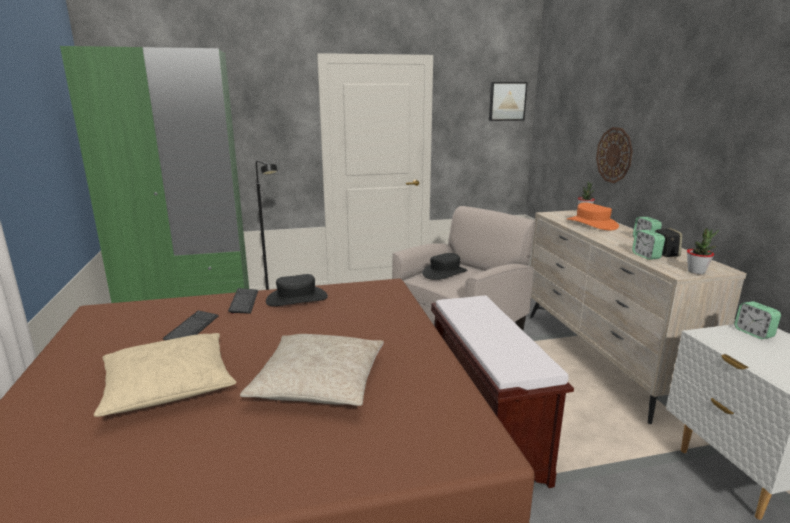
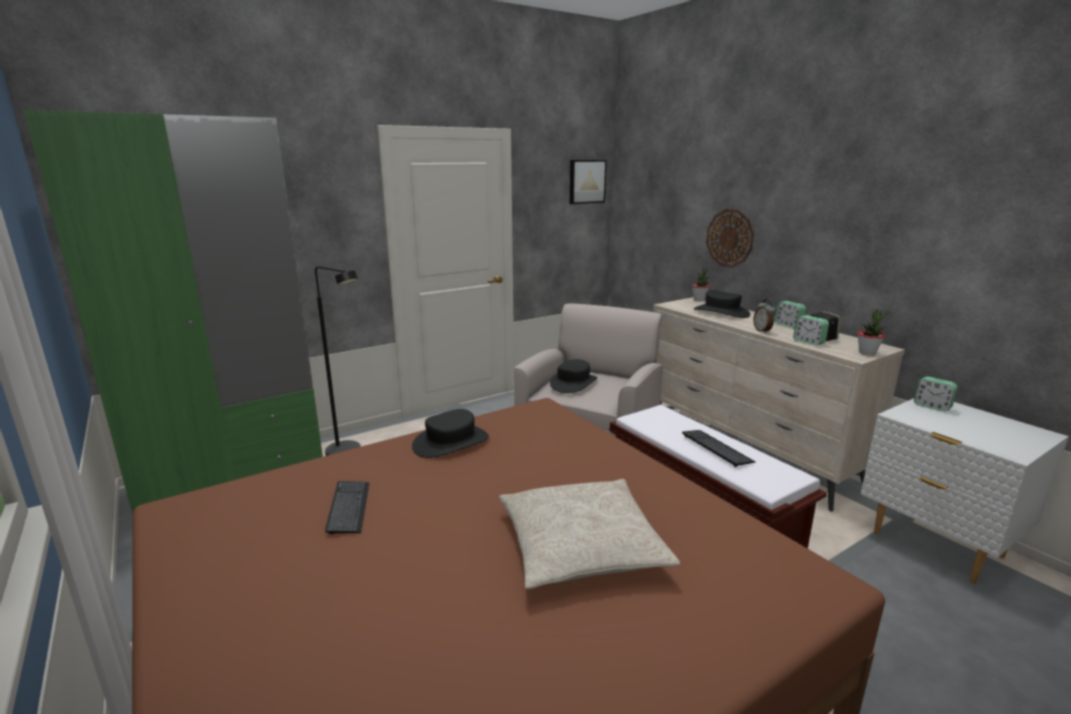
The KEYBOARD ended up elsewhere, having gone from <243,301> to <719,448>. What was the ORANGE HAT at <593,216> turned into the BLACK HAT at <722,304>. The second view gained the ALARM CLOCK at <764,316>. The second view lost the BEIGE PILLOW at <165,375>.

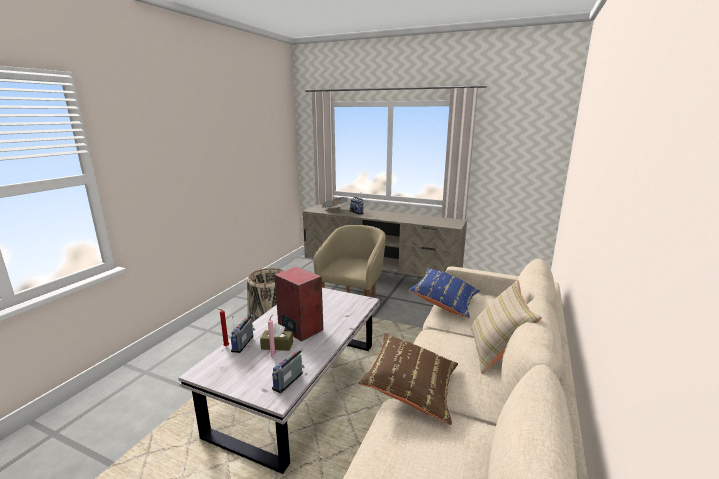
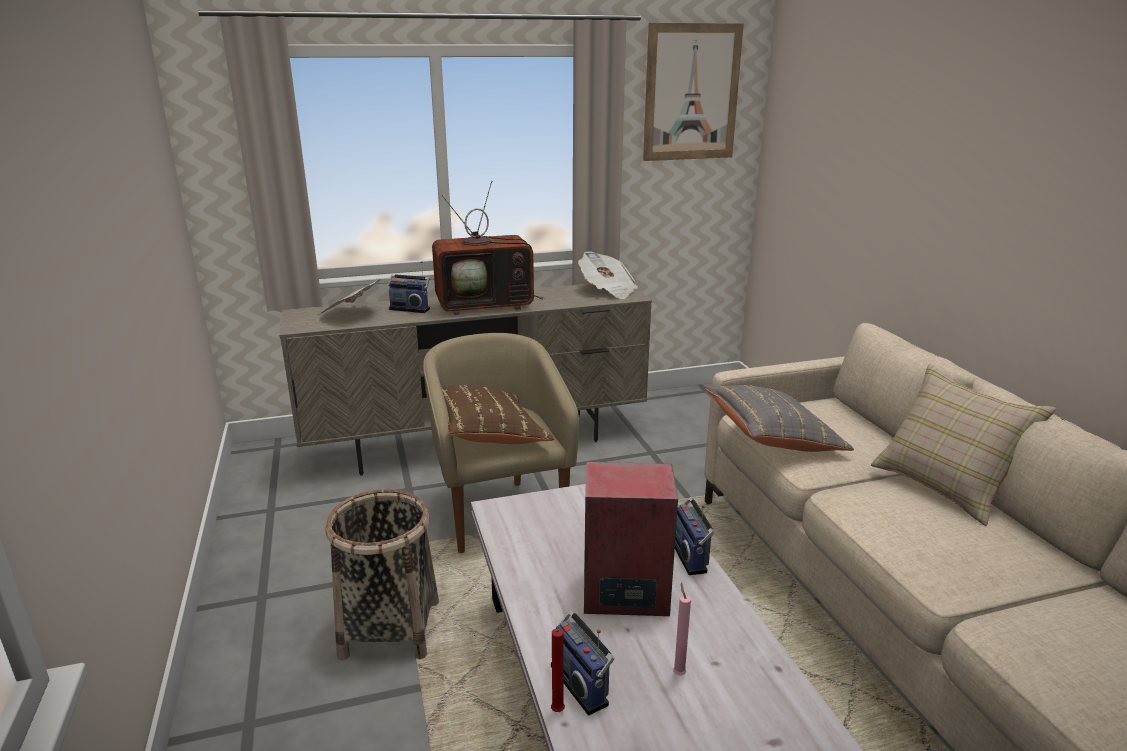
The BROWN PILLOW ended up elsewhere, having gone from <408,379> to <489,414>. The second view gained the TELEVISION at <488,248>. The second view gained the NEWSPAPER at <608,275>. The second view gained the PICTURE at <693,92>. The RADIO ended up elsewhere, having gone from <288,371> to <694,536>. What was the BLUE PILLOW at <444,293> turned into the GREY PILLOW at <779,418>. The second view lost the BROWN TISSUE BOX at <276,337>.

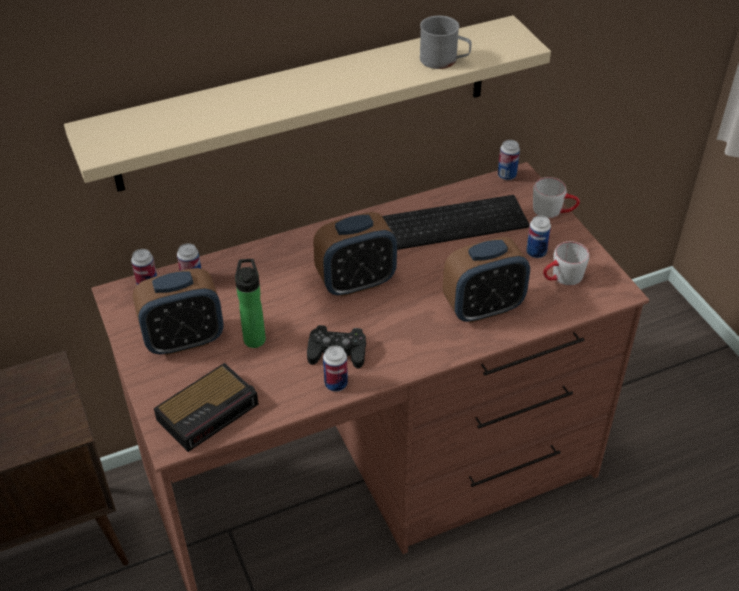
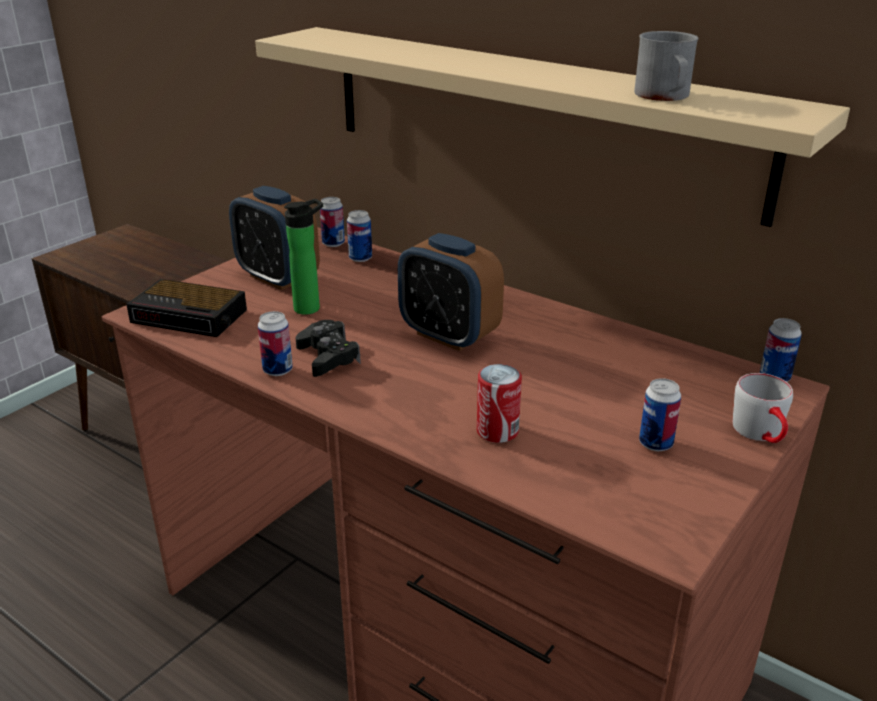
Where the ALARM CLOCK stood at <486,280>, the CAN came to stand at <499,403>. The second view lost the KEYBOARD at <455,222>. The second view lost the GREY MUG at <566,263>.

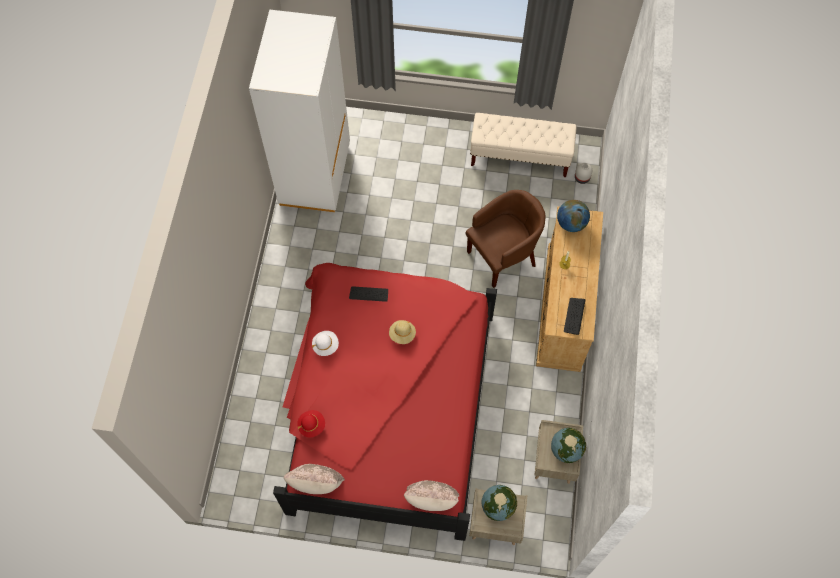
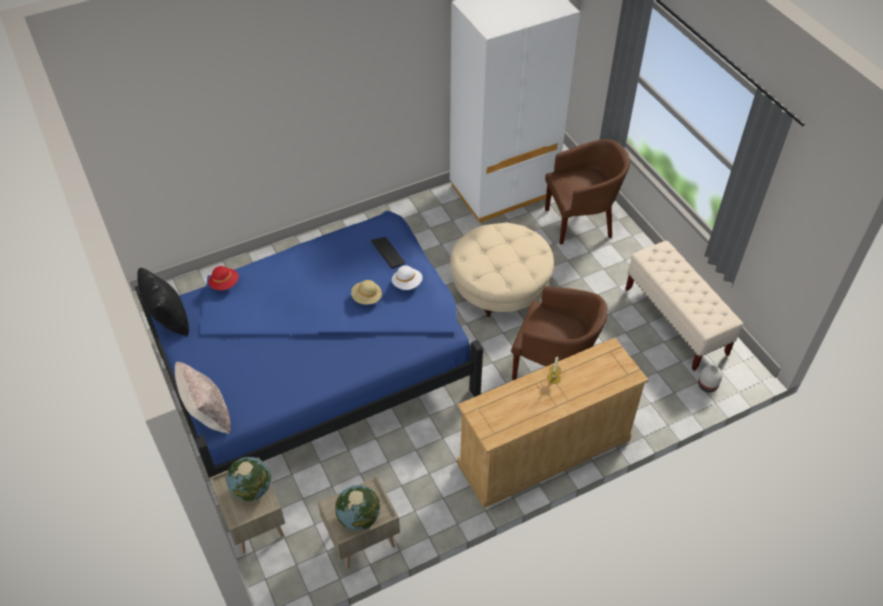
What was the RED BED at <385,402> turned into the BLUE BED at <309,358>. What was the BEIGE PILLOW at <314,479> turned into the BLACK PILLOW at <163,302>. The WHITE HAT ended up elsewhere, having gone from <325,343> to <407,277>. The second view gained the BEIGE OTTOMAN at <502,271>. The second view gained the BROWN ARMCHAIR at <587,192>. The second view lost the GLOBE at <573,216>. The second view lost the KEYBOARD at <574,316>.

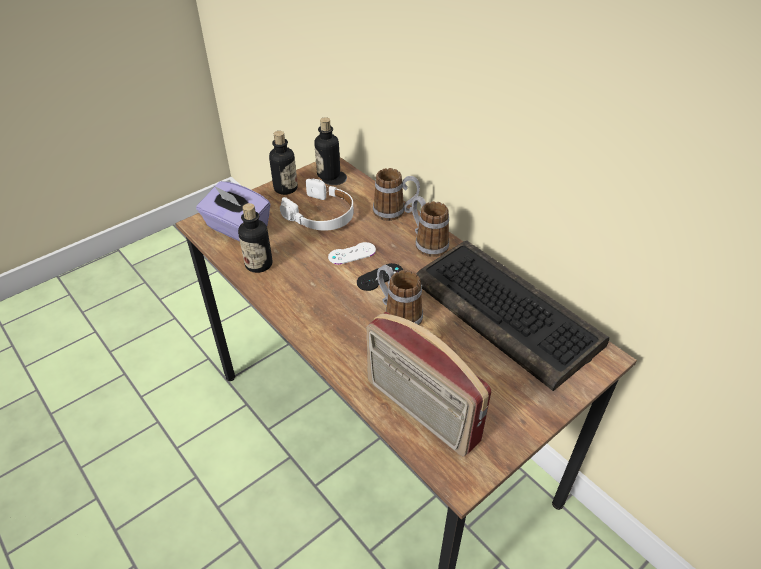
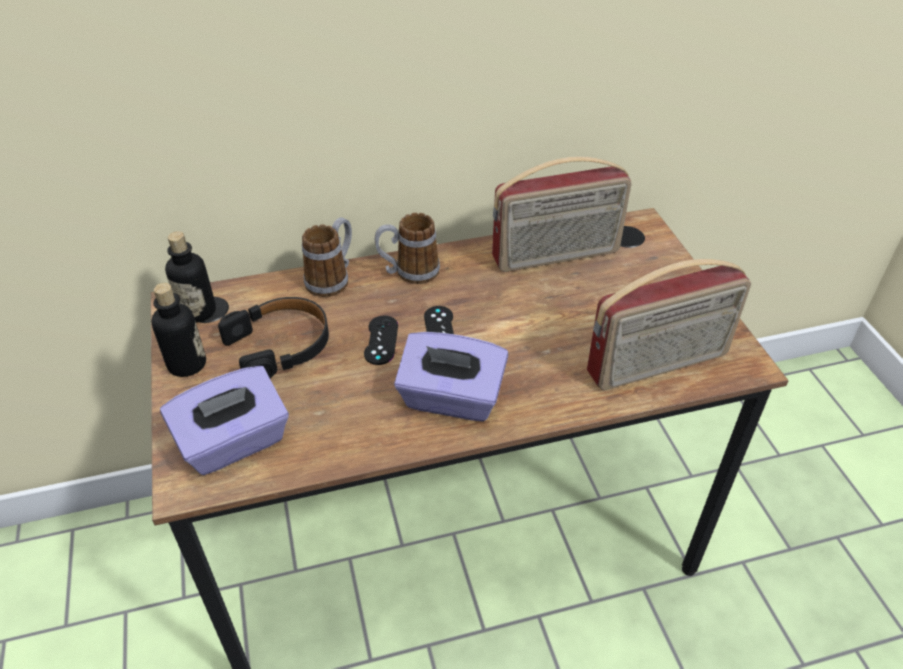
What was the WHITE HEADPHONES at <317,205> turned into the BLACK HEADPHONES at <273,337>. What was the WHITE GAME CONTROLLER at <352,253> turned into the BLACK GAME CONTROLLER at <381,340>. The second view gained the PURPLE TISSUE BOX at <451,376>. Where the KEYBOARD stood at <512,316>, the RADIO came to stand at <562,214>. The second view lost the BOTTLE at <255,238>. The second view lost the MUG at <400,297>.

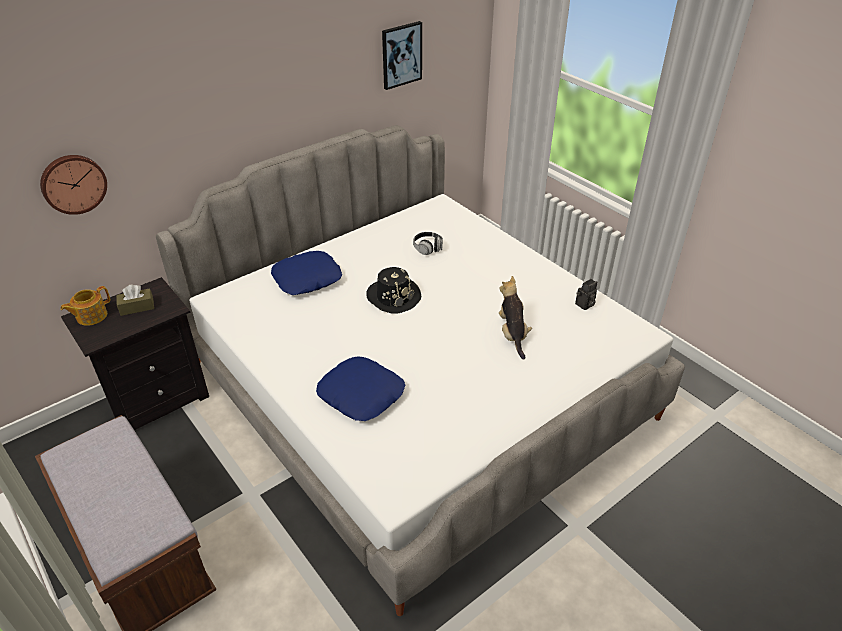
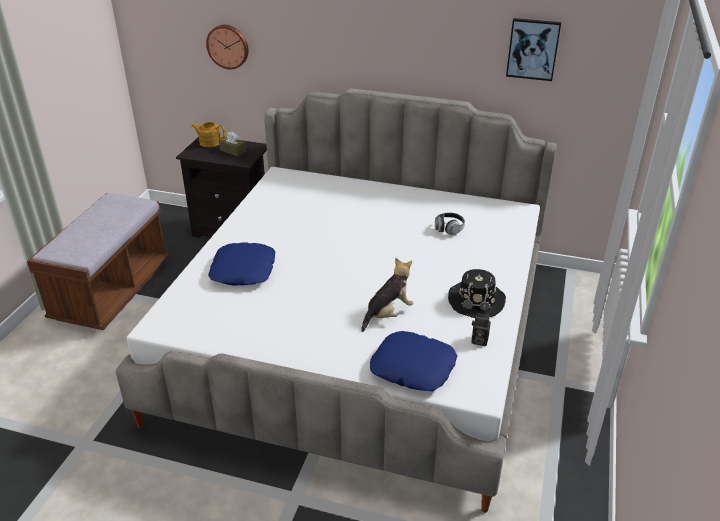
The BLUE PILLOW ended up elsewhere, having gone from <306,273> to <413,361>. The BLACK HAT ended up elsewhere, having gone from <393,290> to <477,293>.

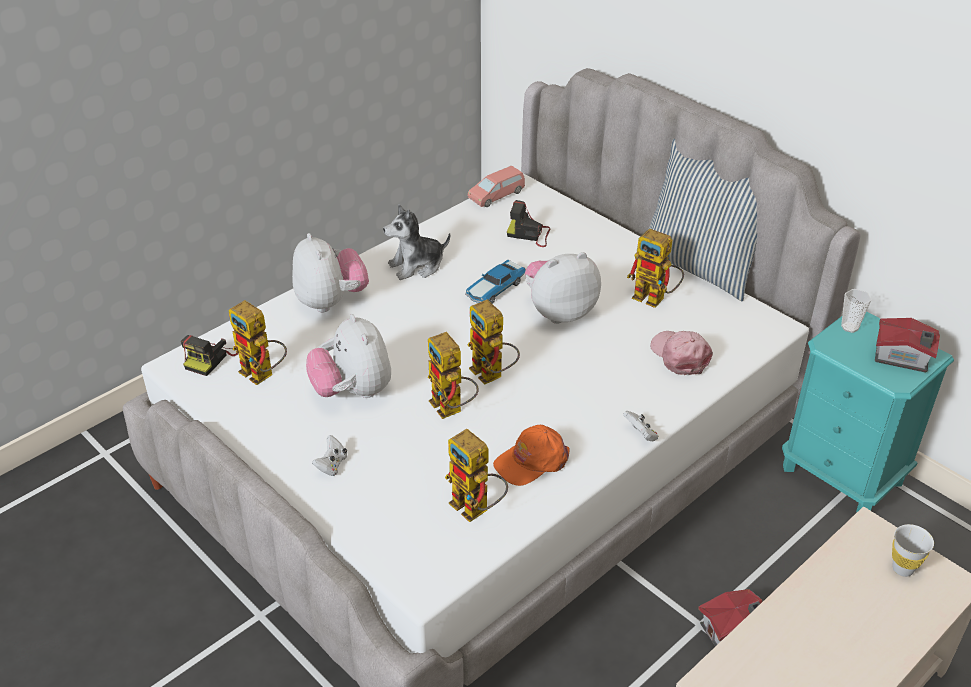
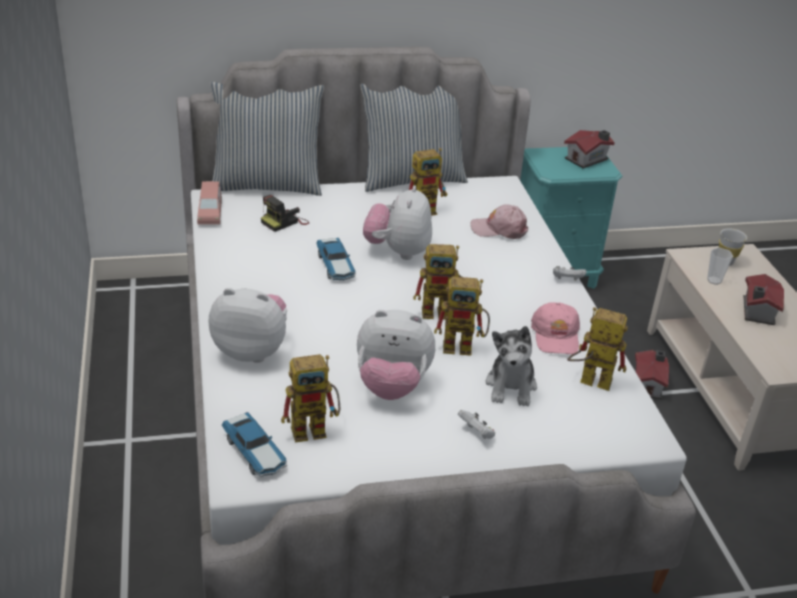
The second view gained the PILLOW at <267,139>. Where the PHOTO CAMERA stood at <210,355>, the TOY CAR came to stand at <254,444>. The PLUSH TOY ended up elsewhere, having gone from <416,242> to <511,366>. What was the ORANGE CAP at <531,455> turned into the PINK CAP at <555,328>. The TOY ROBOT at <476,475> ended up facing another way, 150 degrees counterclockwise from before. The CUP ended up elsewhere, having gone from <856,311> to <720,266>. The second view gained the TOY HOUSE at <763,299>.

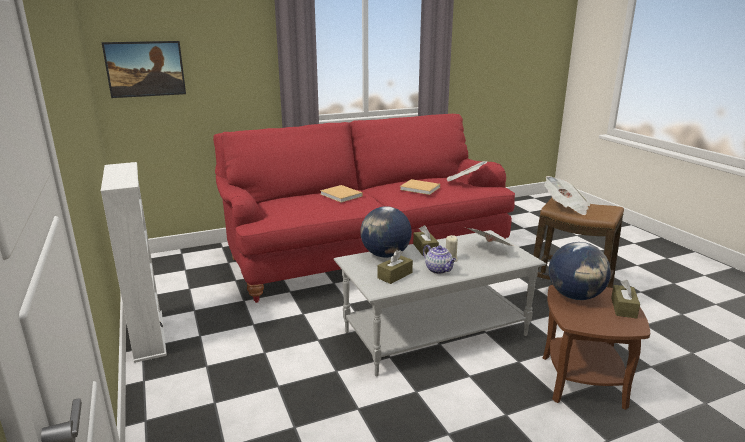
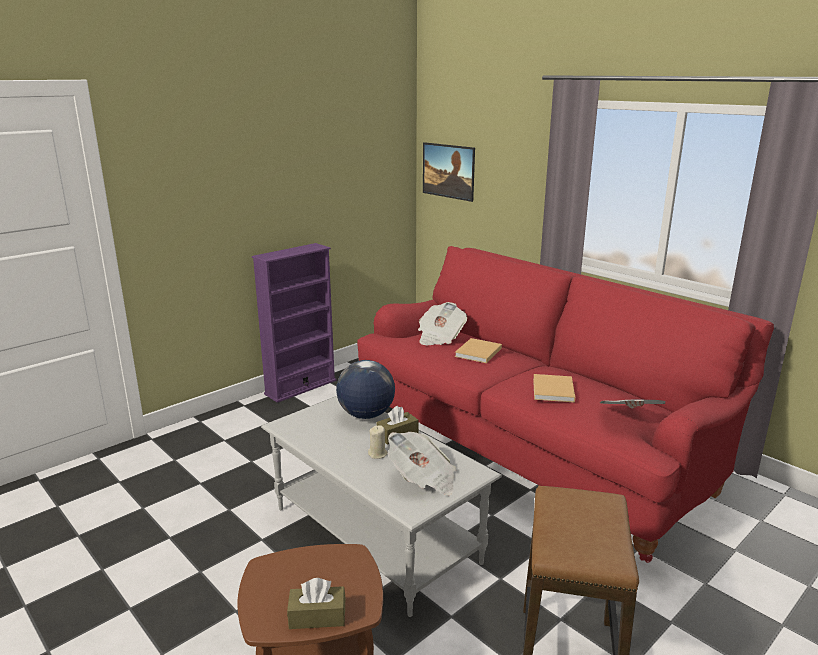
What was the WHITE BOOKCASE at <134,262> turned into the PURPLE BOOKCASE at <294,323>. The NEWSPAPER ended up elsewhere, having gone from <567,195> to <442,323>. The second view lost the BROWN TISSUE BOX at <395,267>. The second view lost the TEAPOT at <440,259>. The second view lost the GLOBE at <580,271>.

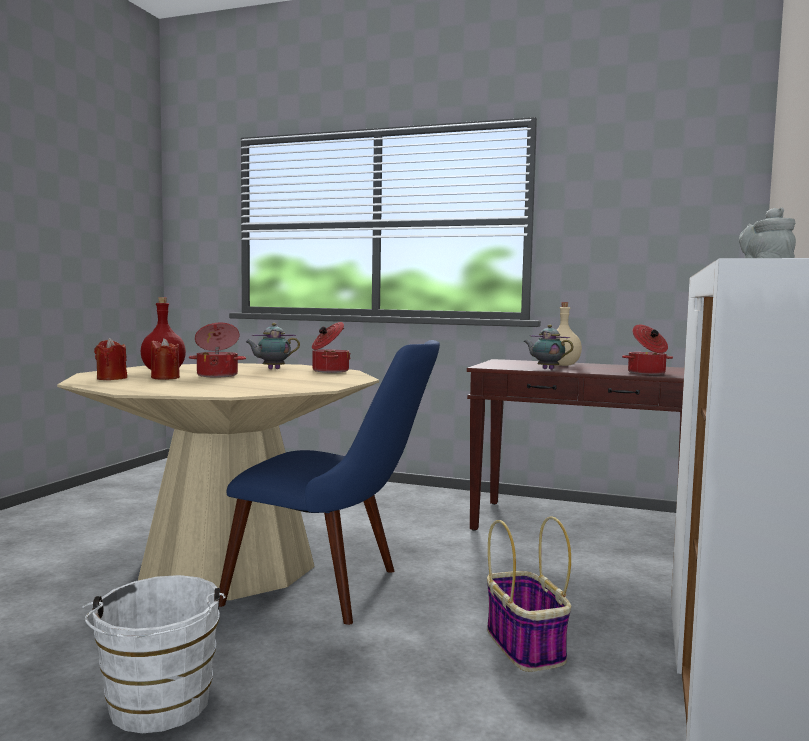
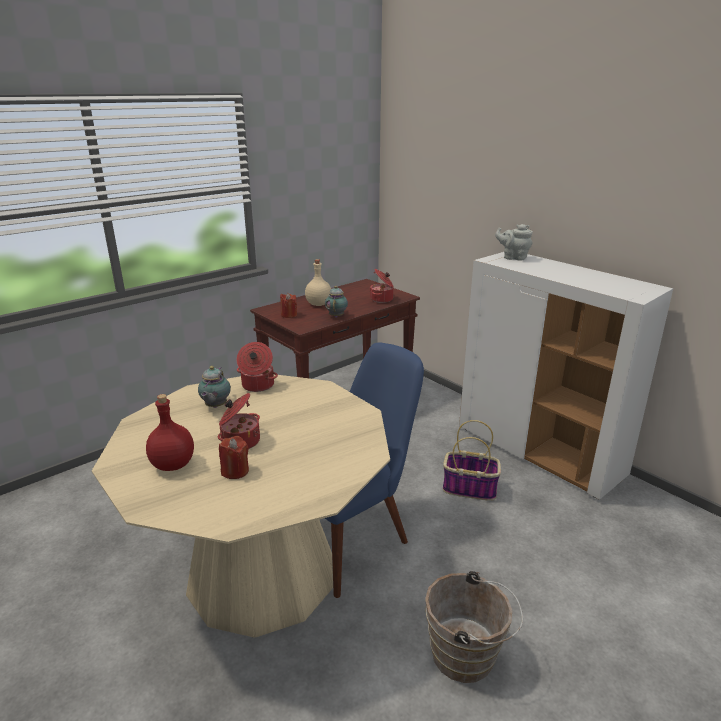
The RED CANDLE ended up elsewhere, having gone from <110,359> to <288,305>. The TEAPOT at <548,347> ended up facing another way, 120 degrees clockwise from before. What was the WHITE BUCKET at <153,654> turned into the BROWN BUCKET at <474,627>.

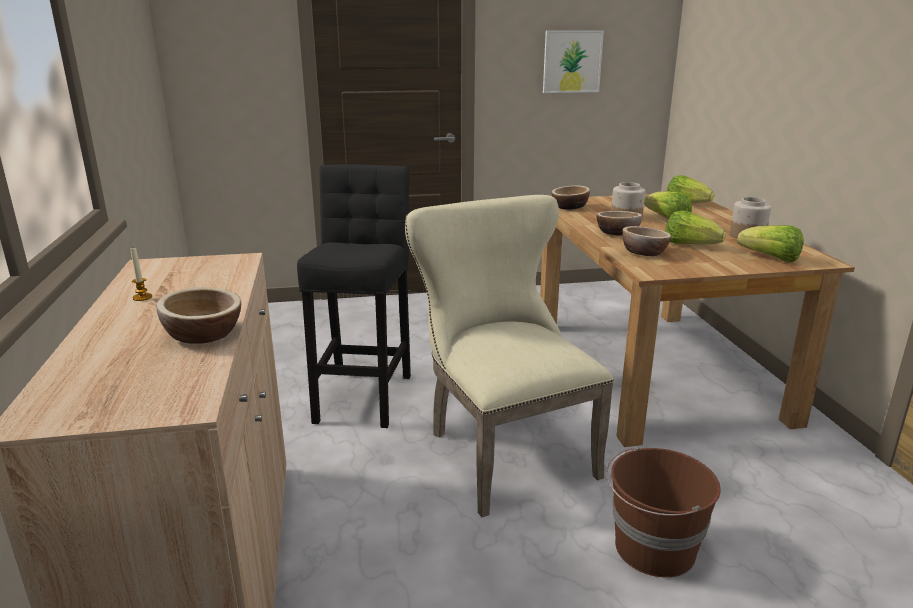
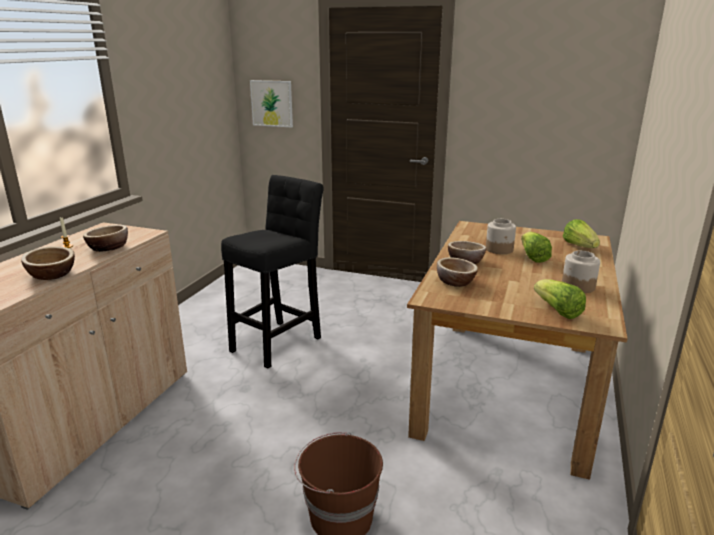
The BOWL ended up elsewhere, having gone from <570,197> to <105,238>. The PICTURE ended up elsewhere, having gone from <573,61> to <271,103>. The second view lost the BEIGE CHAIR at <509,356>. The second view lost the LETTUCE at <695,227>.

